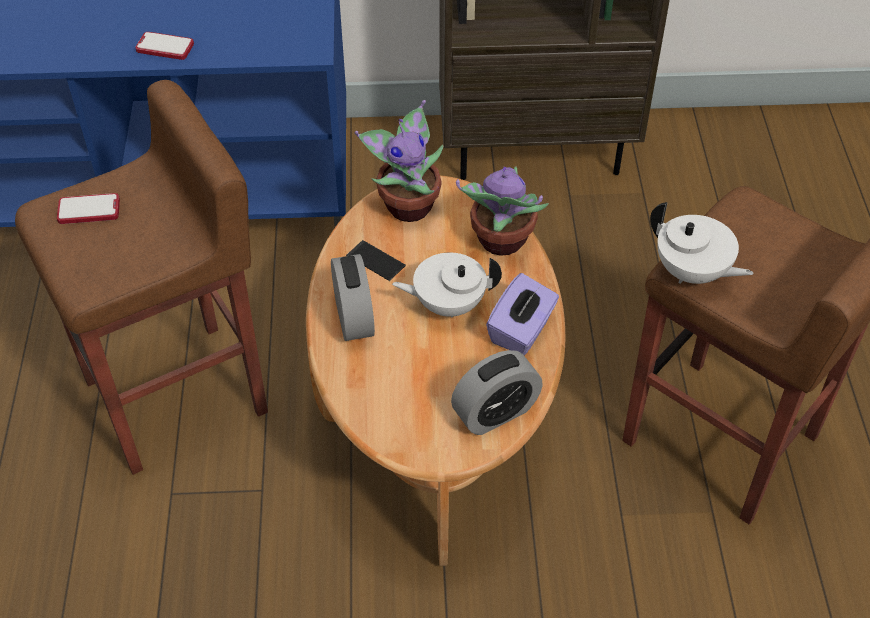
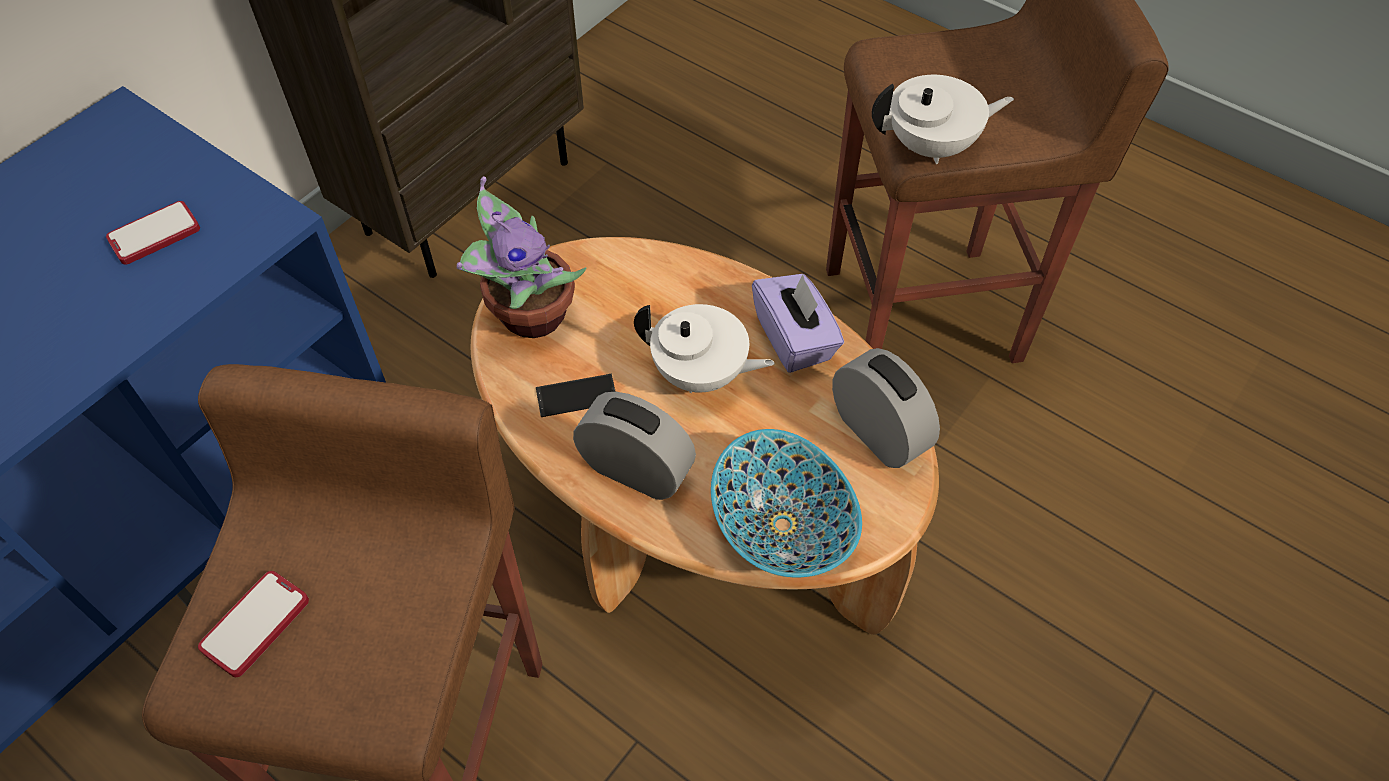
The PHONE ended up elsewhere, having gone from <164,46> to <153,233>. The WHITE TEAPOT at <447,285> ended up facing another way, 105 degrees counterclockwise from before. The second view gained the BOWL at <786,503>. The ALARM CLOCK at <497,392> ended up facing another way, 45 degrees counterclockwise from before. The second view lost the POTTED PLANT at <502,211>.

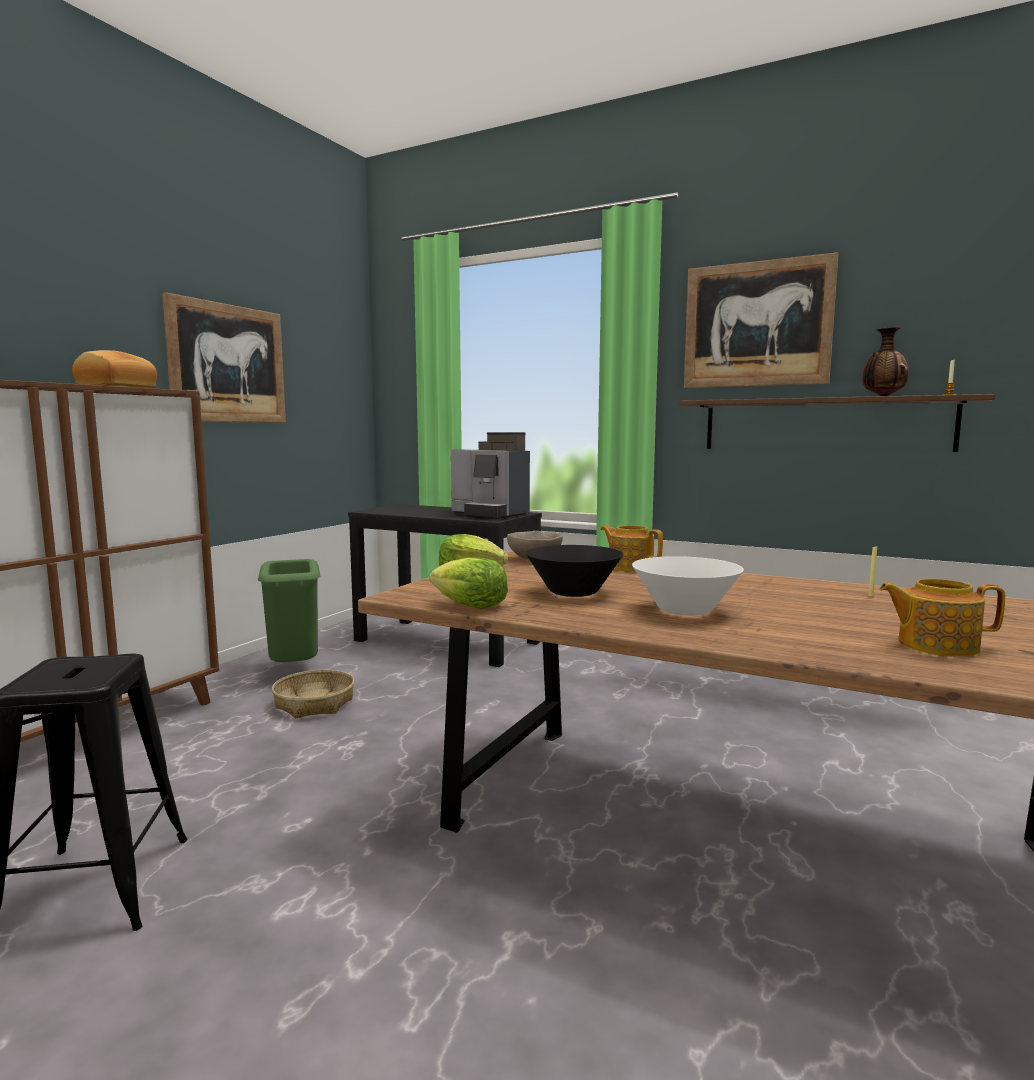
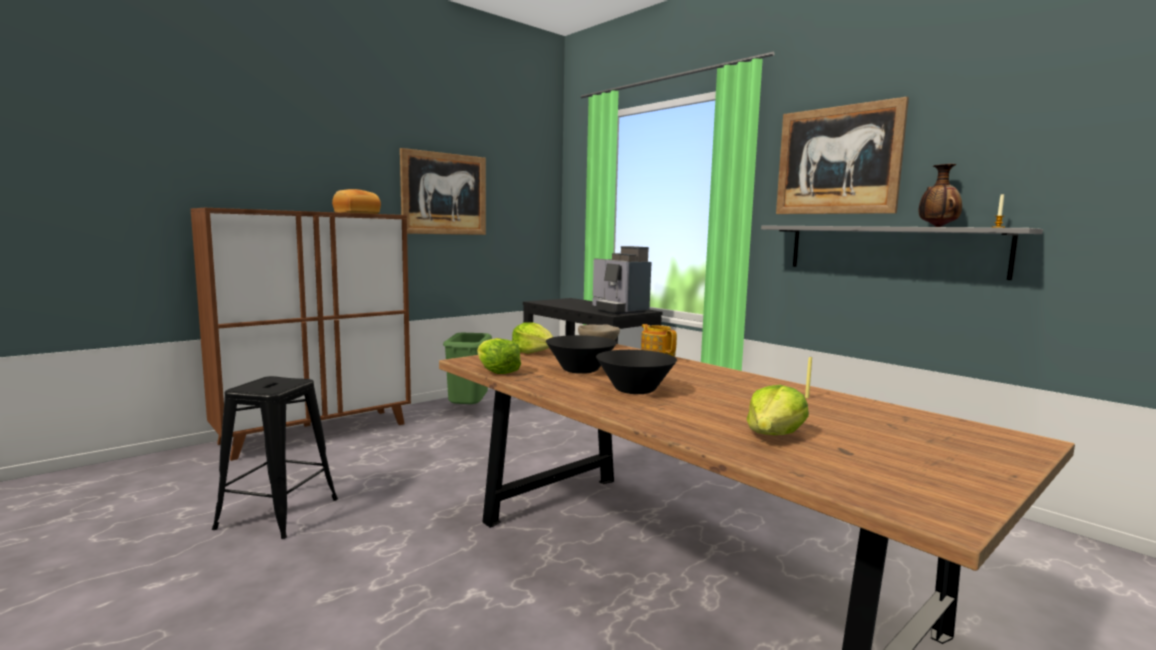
What was the WHITE BOWL at <688,585> turned into the BLACK BOWL at <636,372>. Where the TEAPOT stood at <942,618>, the LETTUCE came to stand at <778,410>. What was the BROWN SHELF at <837,423> turned into the GREY SHELF at <902,253>. The second view lost the BASKET at <313,694>.

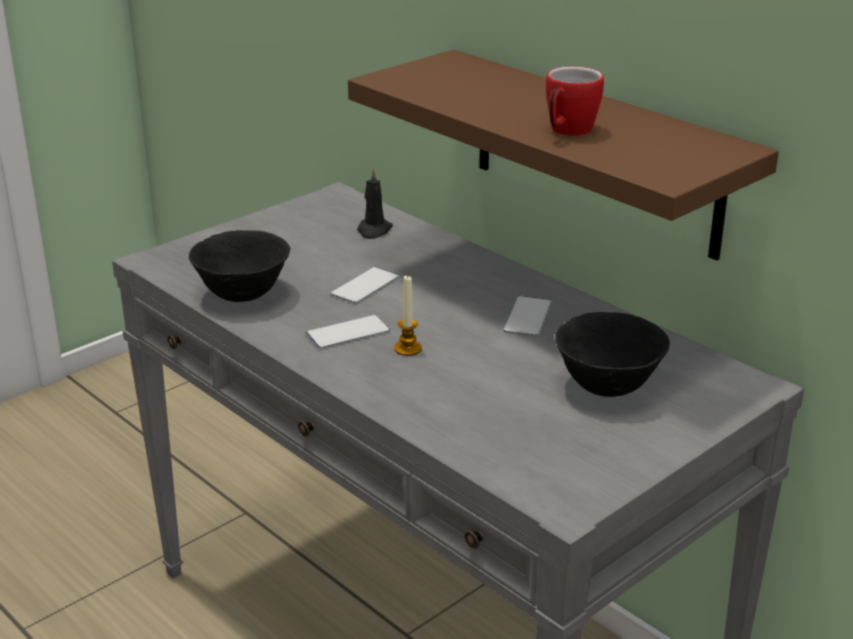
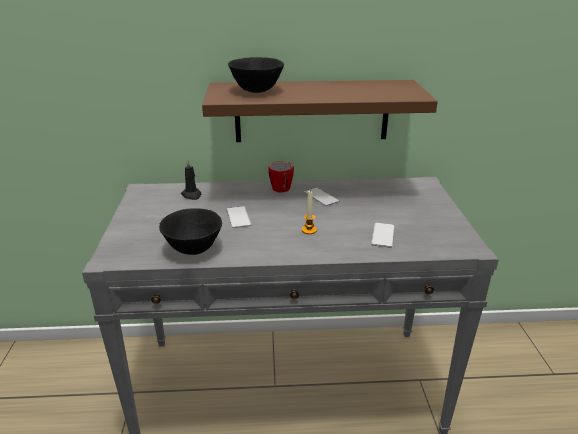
The BLACK BOWL ended up elsewhere, having gone from <612,354> to <256,75>. The MUG ended up elsewhere, having gone from <575,101> to <281,177>. The PHONE ended up elsewhere, having gone from <347,332> to <382,235>.

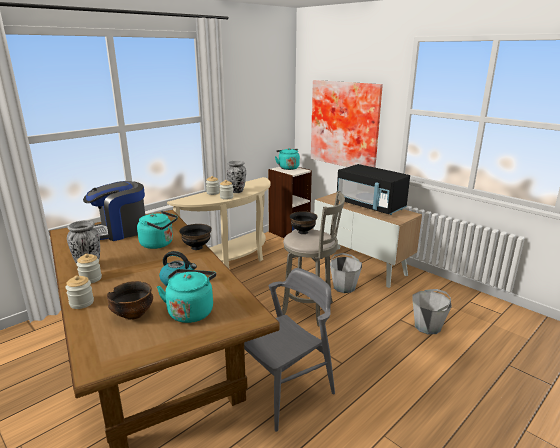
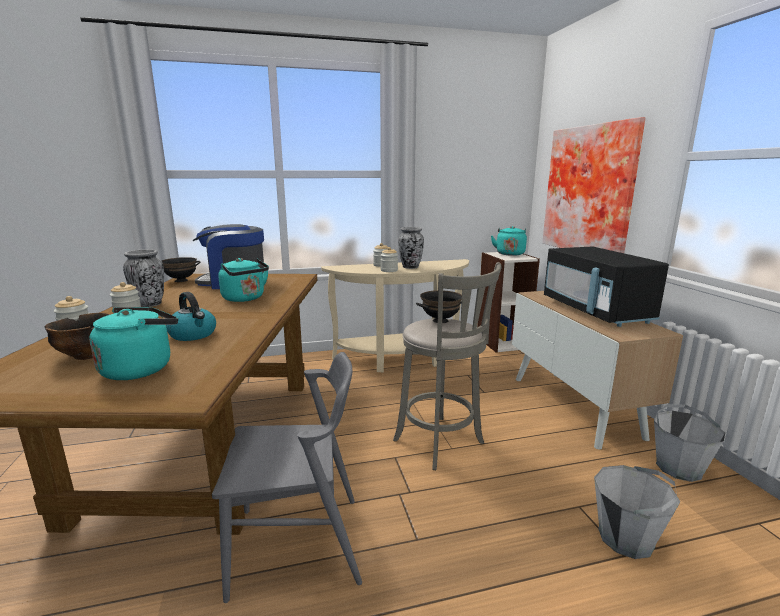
The BLACK BOWL ended up elsewhere, having gone from <195,237> to <181,269>. The GREY BUCKET ended up elsewhere, having gone from <346,273> to <689,443>.

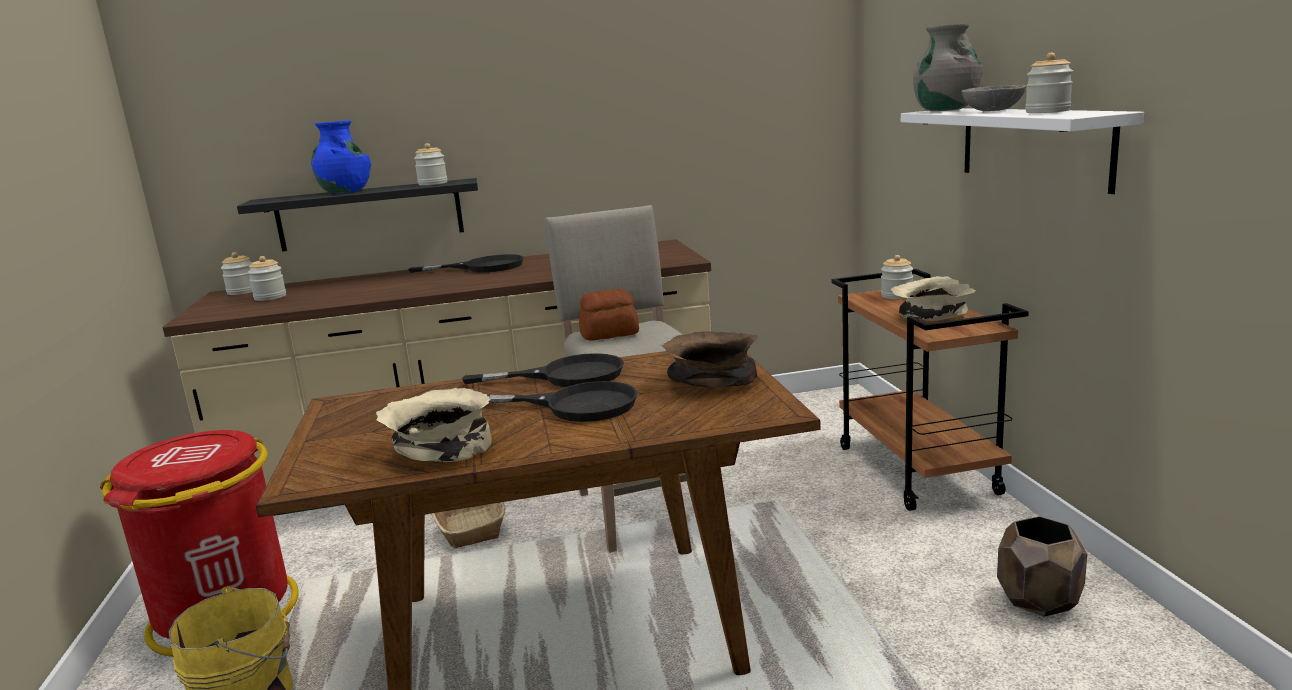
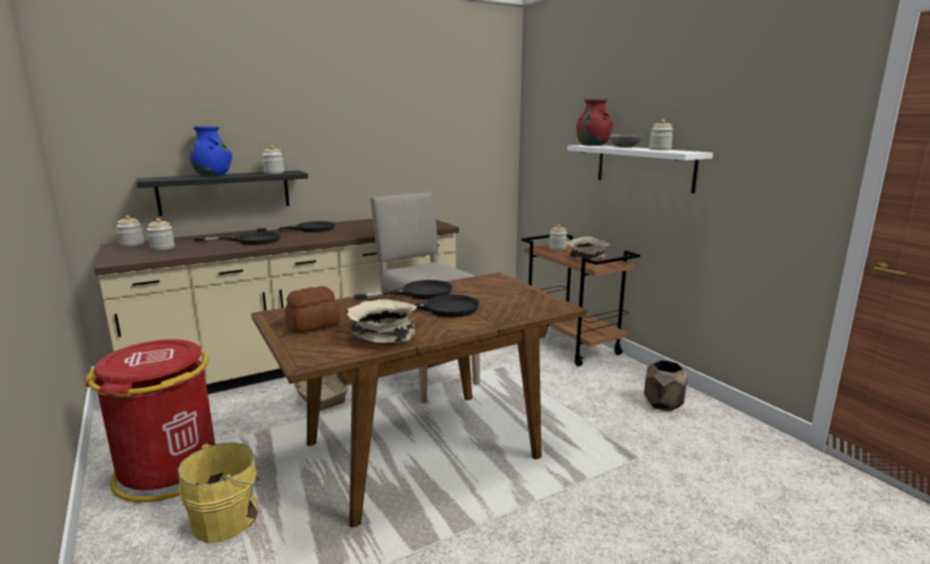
The second view gained the BLACK FRYING PAN at <237,238>. The BREAD ended up elsewhere, having gone from <609,315> to <312,309>. What was the GREY VASE at <948,67> turned into the RED VASE at <594,122>. The second view lost the BROWN BOWL at <709,359>.

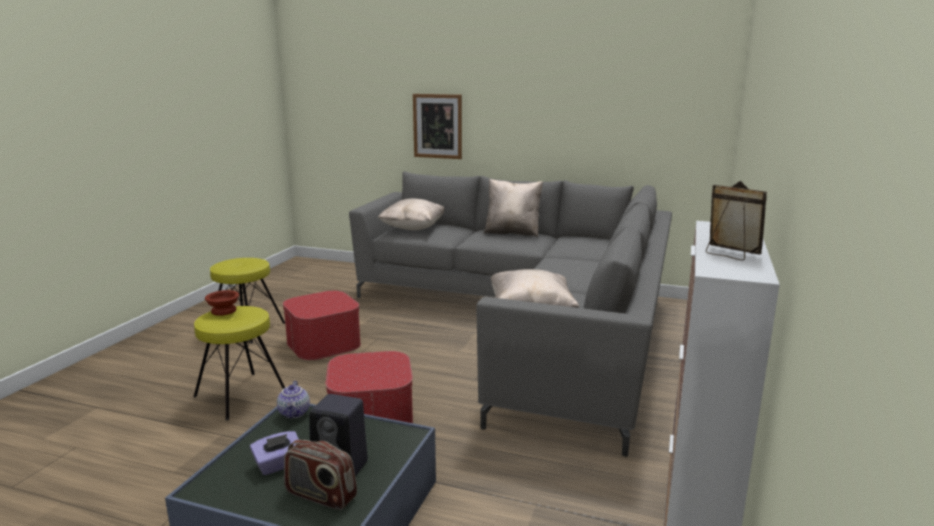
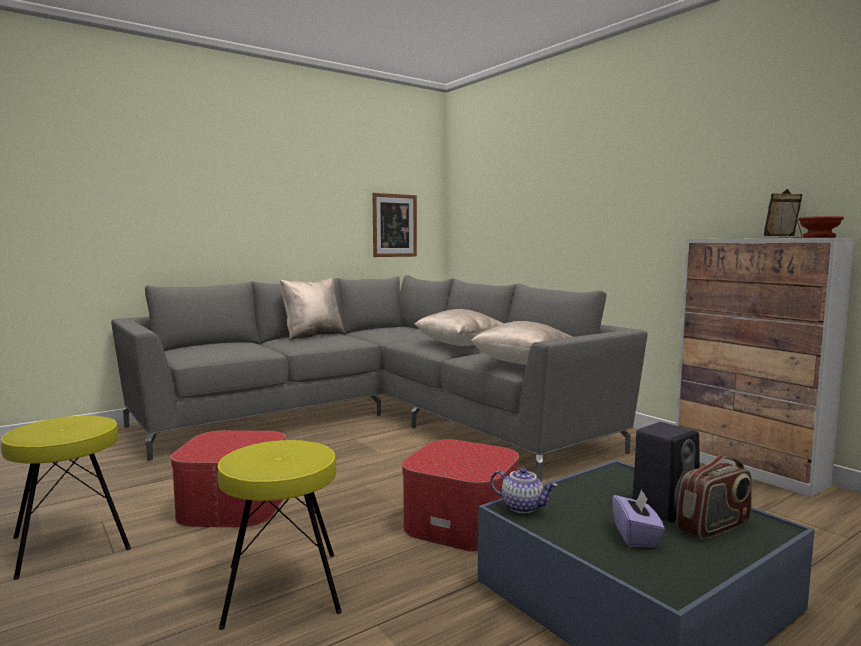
The PICTURE ended up elsewhere, having gone from <437,126> to <394,225>. The BEIGE PILLOW ended up elsewhere, having gone from <411,214> to <459,327>. The BROWN BOWL ended up elsewhere, having gone from <222,303> to <821,227>.

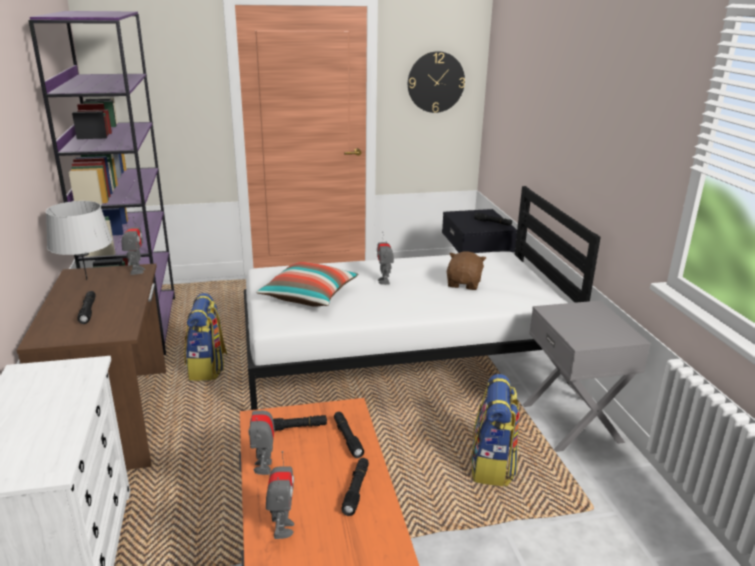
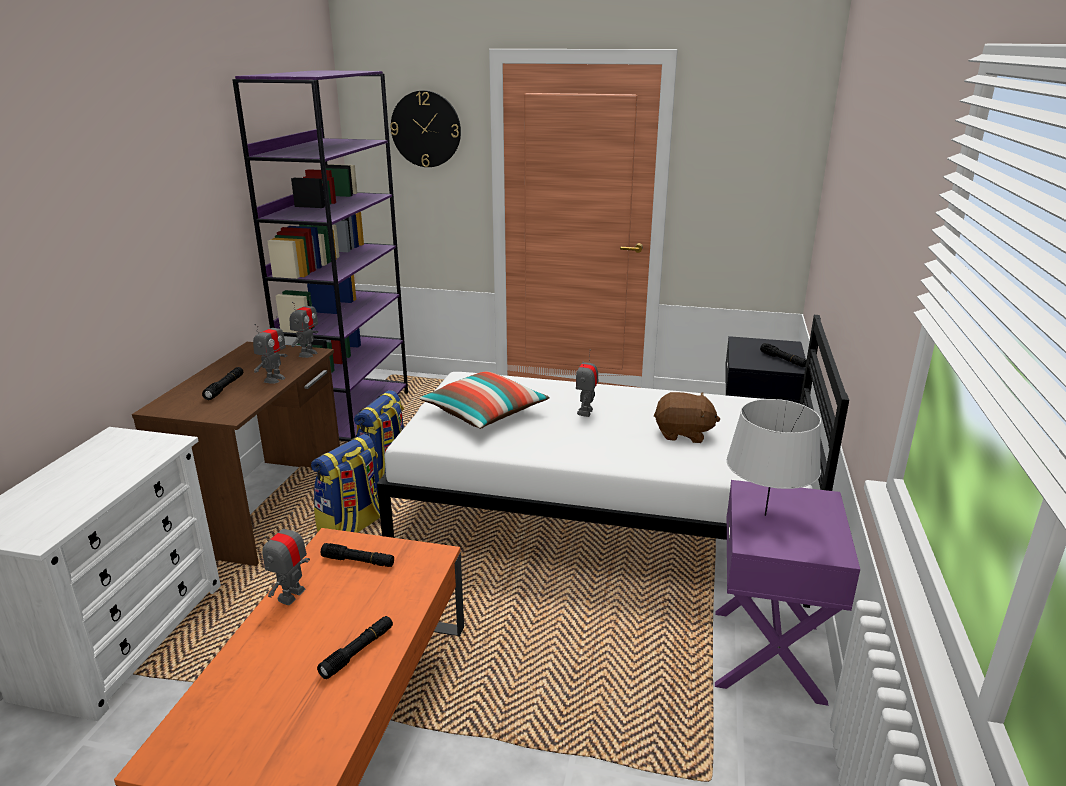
The TOY ROBOT ended up elsewhere, having gone from <280,495> to <270,350>. The BACKPACK ended up elsewhere, having gone from <495,430> to <345,483>. The WALL CLOCK ended up elsewhere, having gone from <436,82> to <425,128>. The BROWN PLUSH TOY at <466,270> ended up facing another way, 60 degrees clockwise from before. What was the GREY NIGHTSTAND at <587,376> turned into the PURPLE NIGHTSTAND at <787,593>. The GREY TABLE LAMP ended up elsewhere, having gone from <79,240> to <773,457>. The second view lost the BLACK FLASHLIGHT at <349,435>.

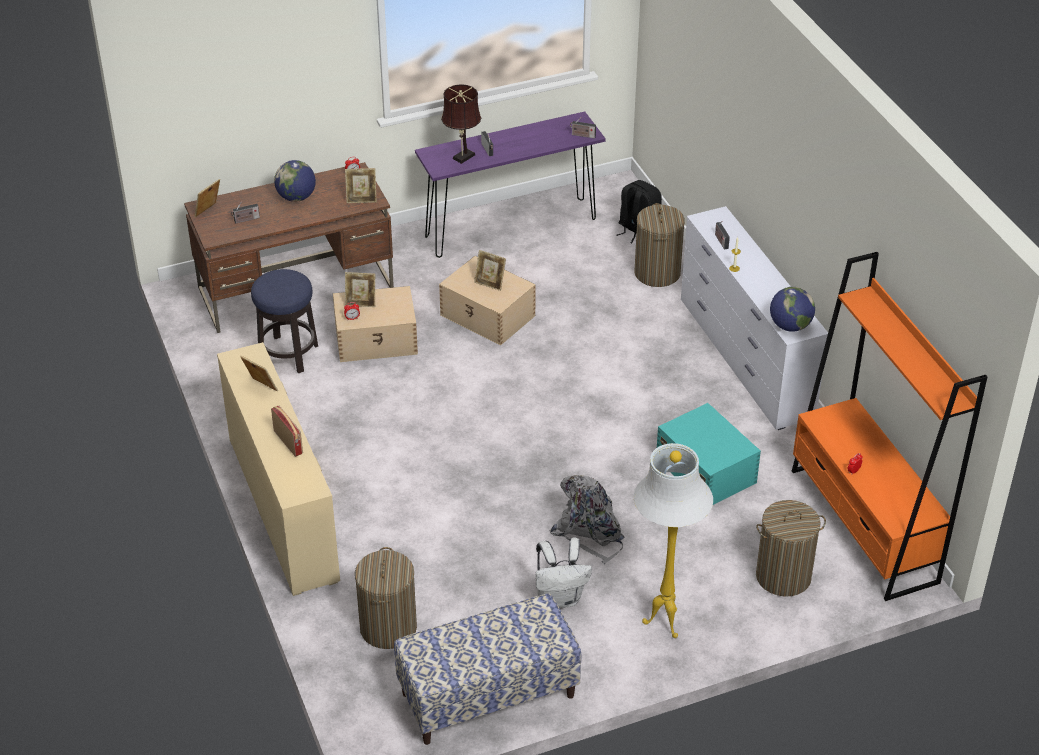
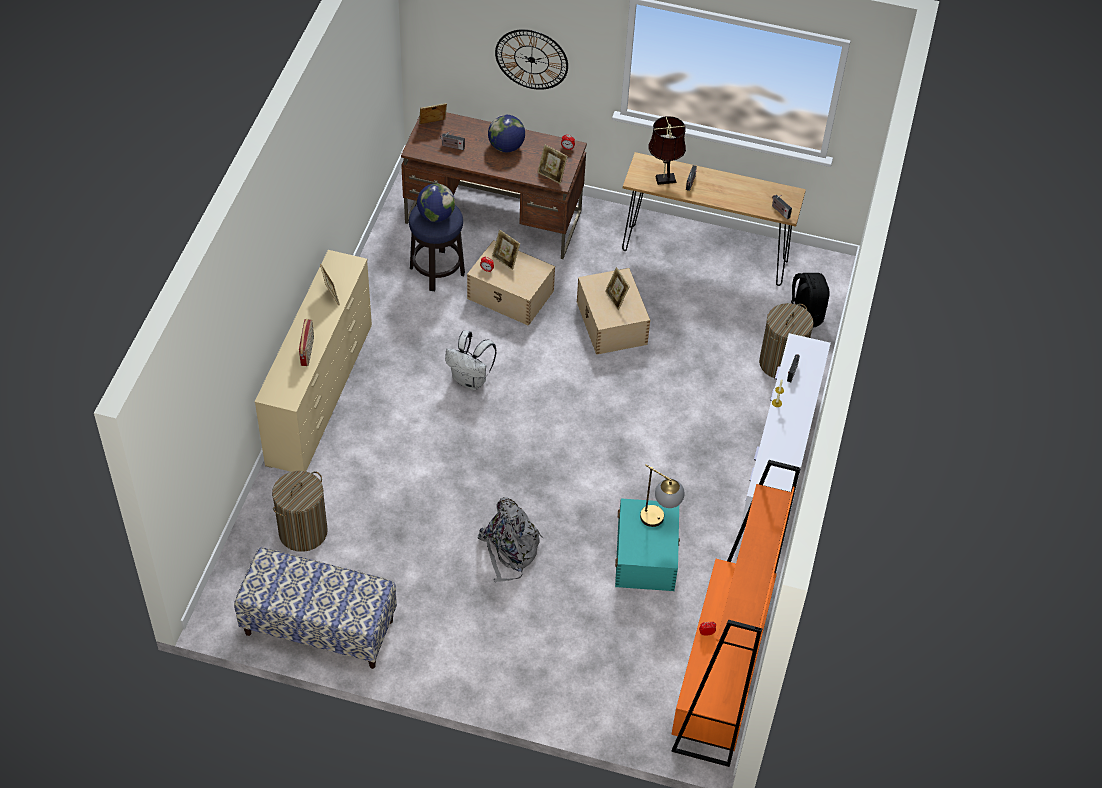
The GLOBE ended up elsewhere, having gone from <792,309> to <436,202>. The WHITE BACKPACK ended up elsewhere, having gone from <564,572> to <470,360>. The second view gained the WALL CLOCK at <531,59>. What was the PURPLE CONSOLE TABLE at <510,185> turned into the BROWN CONSOLE TABLE at <714,219>. The second view gained the TABLE LAMP at <662,495>. The second view lost the WHITE FLOOR LAMP at <673,540>. The second view lost the LAUNDRY BASKET at <791,548>.

